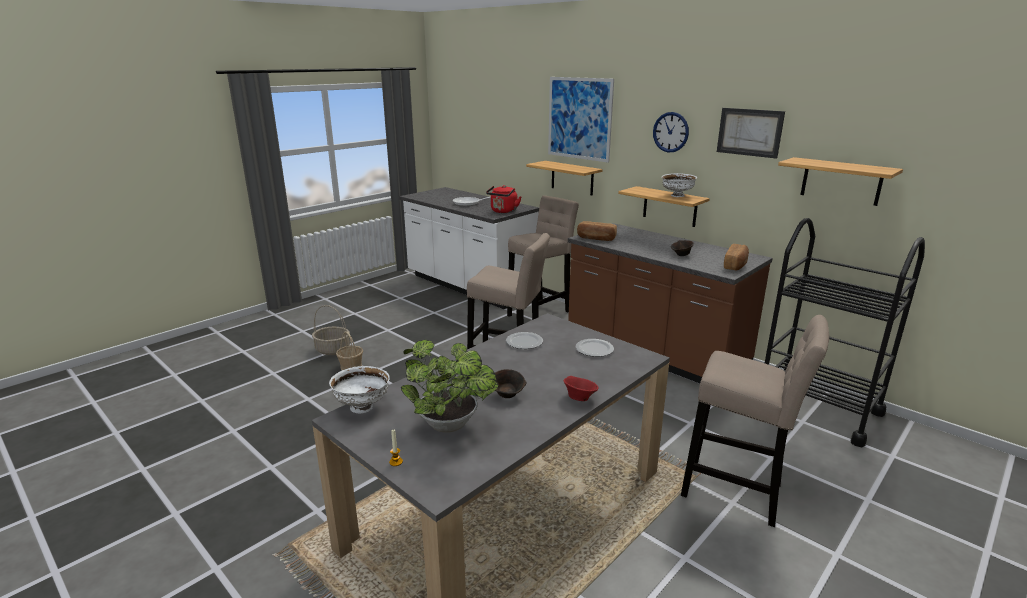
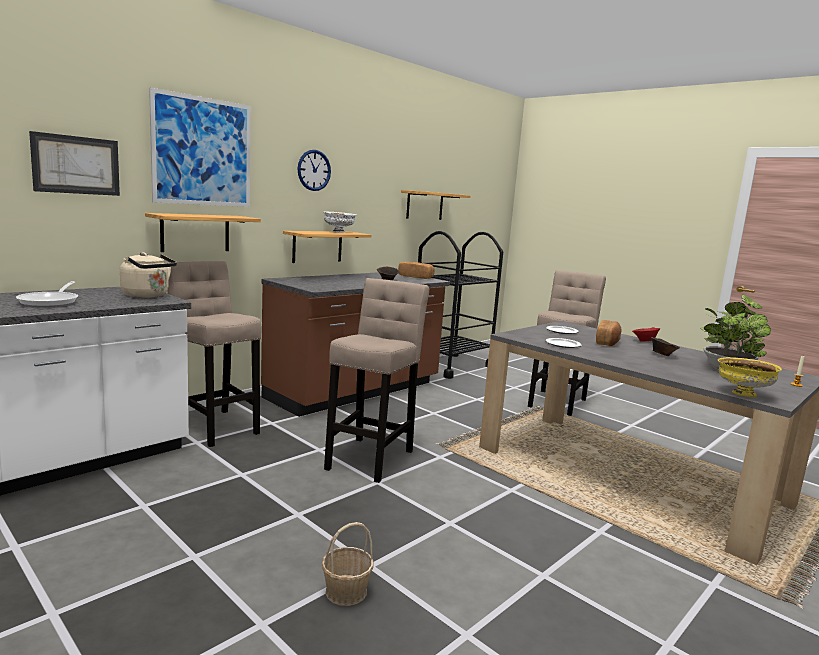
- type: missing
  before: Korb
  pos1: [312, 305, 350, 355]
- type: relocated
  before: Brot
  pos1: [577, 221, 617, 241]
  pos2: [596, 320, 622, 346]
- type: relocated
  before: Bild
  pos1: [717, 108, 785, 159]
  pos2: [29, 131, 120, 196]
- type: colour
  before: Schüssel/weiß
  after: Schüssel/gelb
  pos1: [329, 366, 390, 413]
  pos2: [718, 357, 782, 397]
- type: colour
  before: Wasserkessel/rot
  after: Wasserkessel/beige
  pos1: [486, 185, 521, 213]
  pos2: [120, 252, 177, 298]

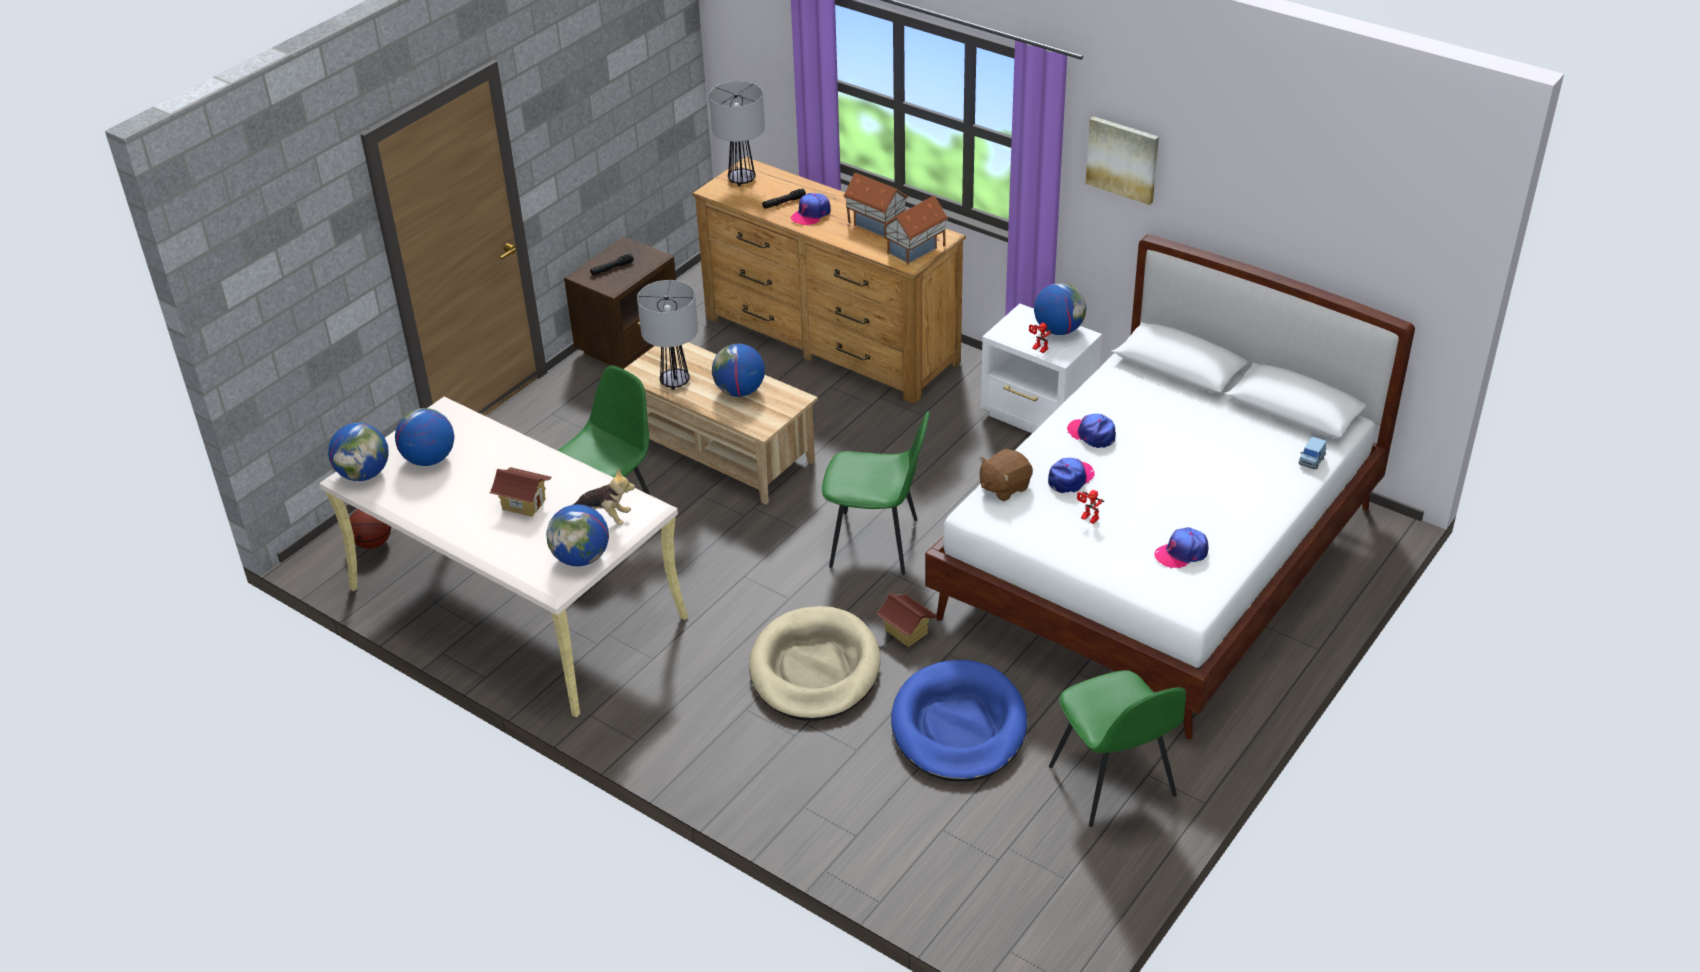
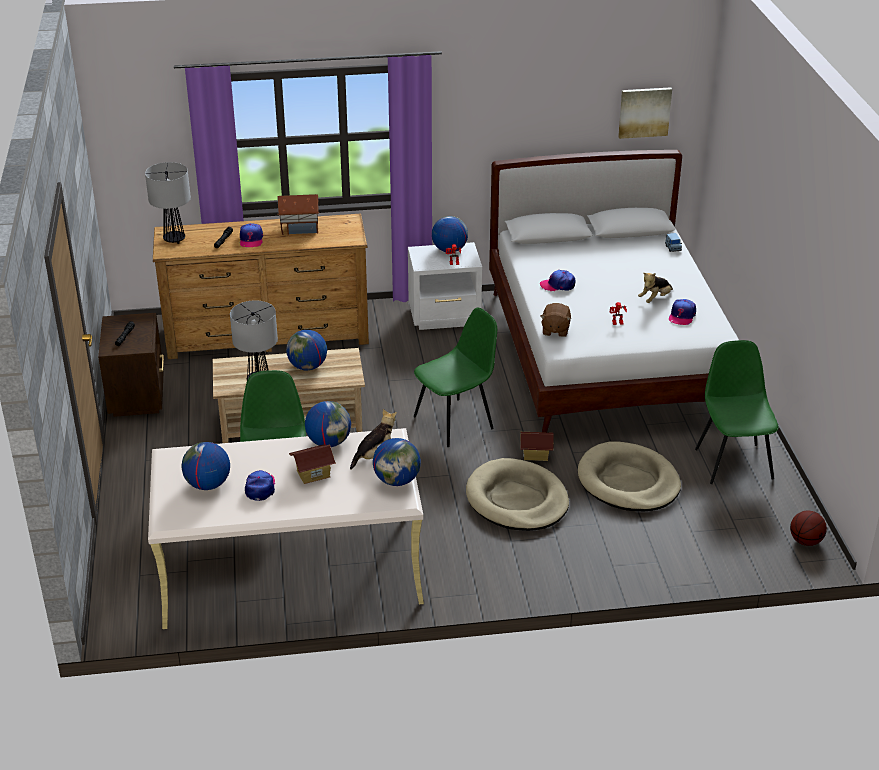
- type: missing
  before: Spielzeughaus
  pos1: [883, 196, 948, 265]
- type: appeared
  after: Plüschtier
  pos2: [638, 273, 673, 303]
- type: relocated
  before: Globus
  pos1: [328, 423, 388, 481]
  pos2: [305, 401, 351, 447]
- type: relocated
  before: Basketball
  pos1: [349, 509, 391, 549]
  pos2: [790, 511, 827, 546]
- type: relocated
  before: Kappe
  pos1: [1048, 458, 1095, 493]
  pos2: [245, 470, 275, 501]
- type: relocated
  before: Bild
  pos1: [1086, 116, 1159, 205]
  pos2: [618, 87, 672, 139]
- type: colour
  before: Hundebett/blau
  after: Hundebett/beige
  pos1: [891, 660, 1027, 782]
  pos2: [578, 441, 681, 511]
- type: spun
  before: Stuhl/grün
  pos1: [1049, 670, 1186, 827]
  pos2: [695, 340, 778, 484]
  turn: -120

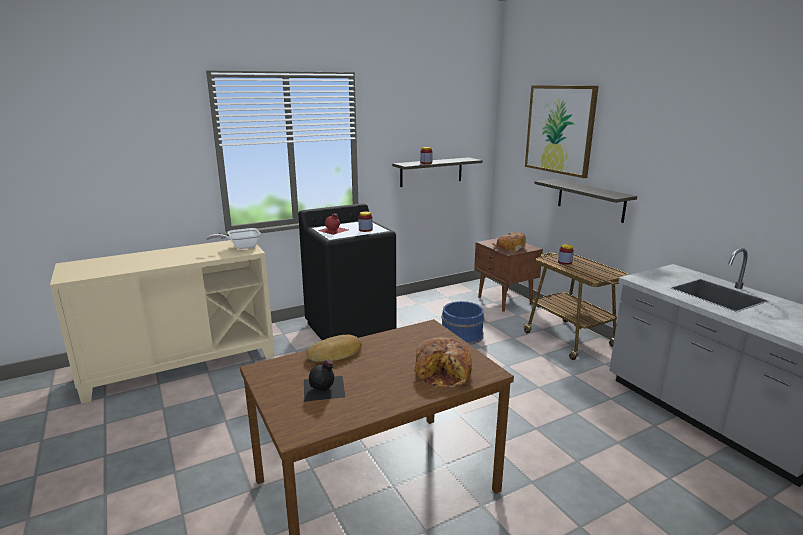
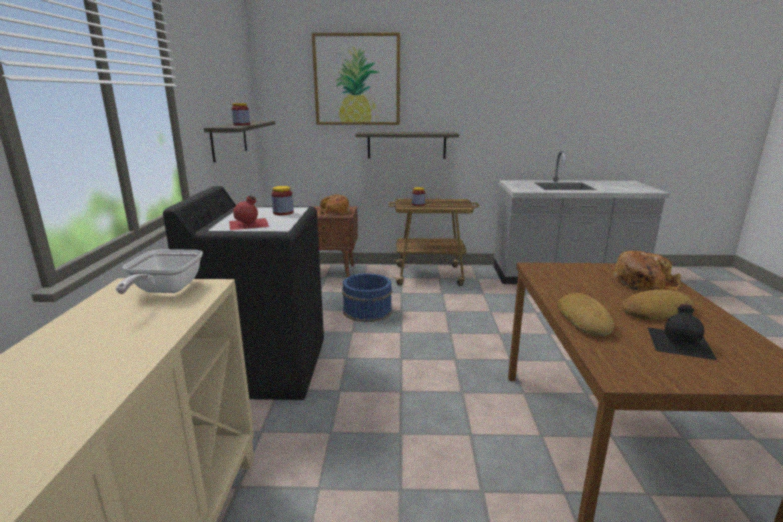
- type: appeared
  after: Brot
  pos2: [622, 290, 694, 320]

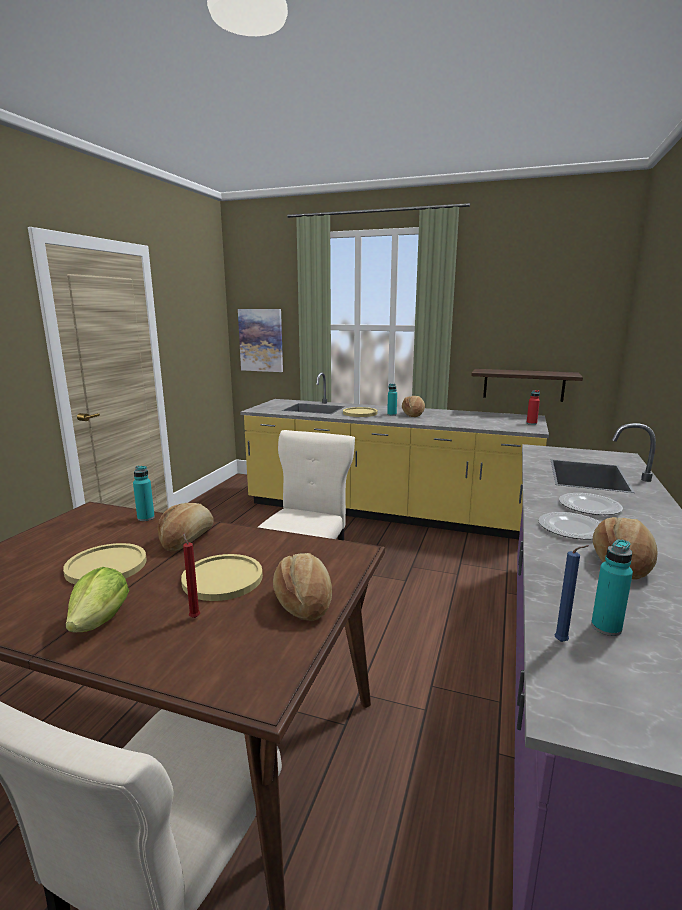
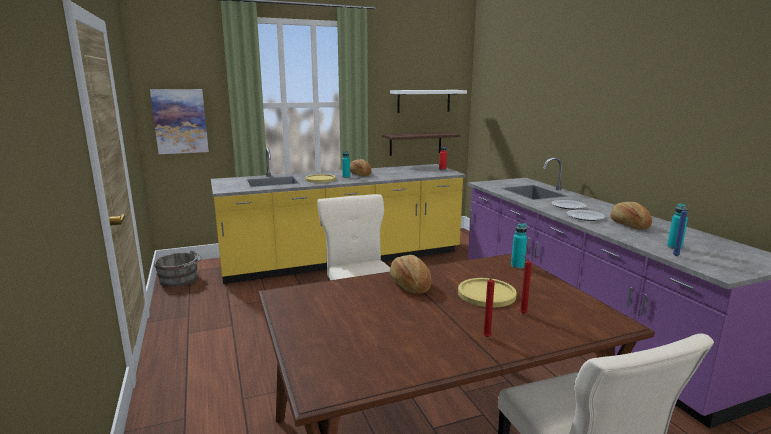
- type: missing
  before: Teller/gelb
  pos1: [63, 543, 147, 585]
- type: missing
  before: Brot
  pos1: [273, 553, 332, 621]
- type: appeared
  after: Eimer/grau
  pos2: [154, 250, 202, 287]
- type: appeared
  after: Wandregal/weiß
  pos2: [390, 90, 467, 113]
- type: relocated
  before: Flasche/türkis
  pos1: [133, 466, 155, 521]
  pos2: [511, 223, 527, 269]
- type: exchanged
  before: Salatkopf
  after: Kerze/rot
  pos1: [66, 567, 129, 632]
  pos2: [483, 272, 495, 337]

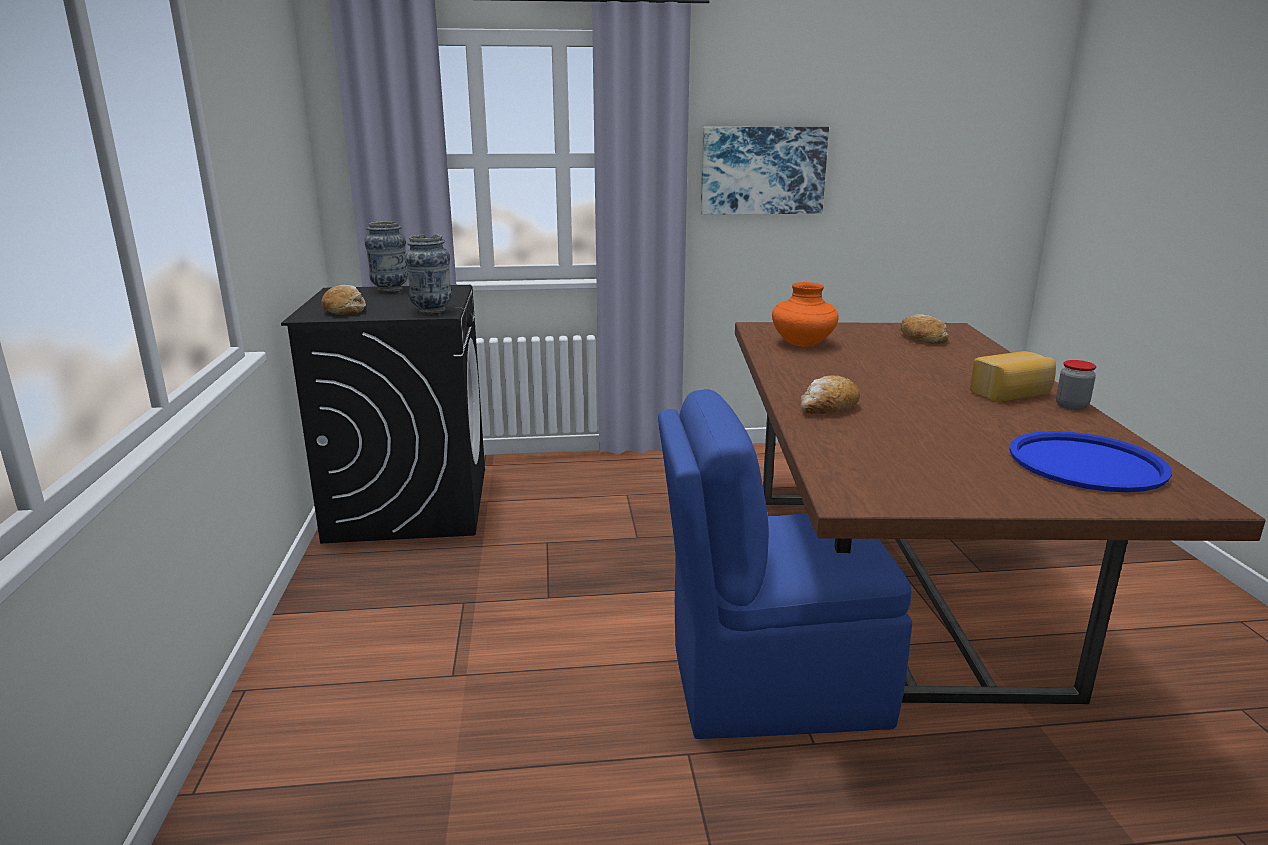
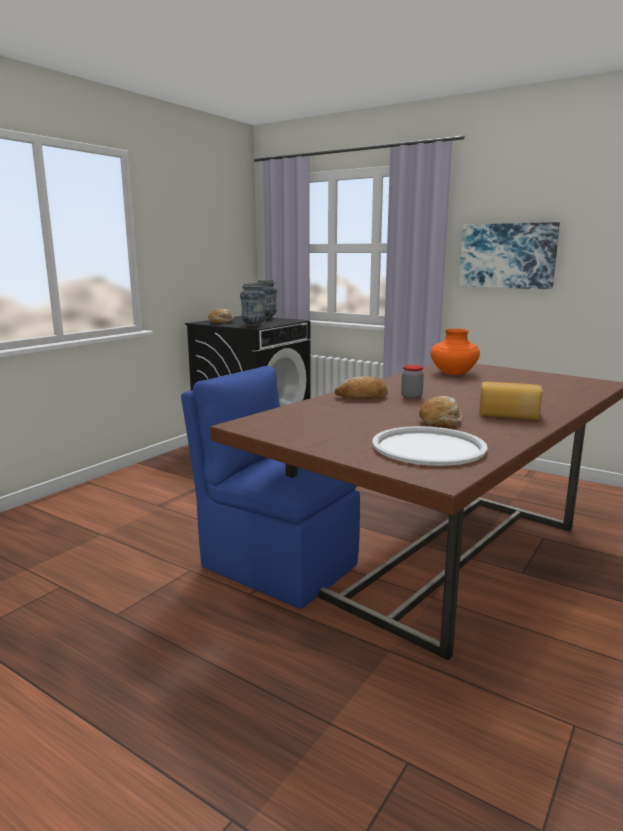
- type: relocated
  before: Brot
  pos1: [901, 314, 949, 344]
  pos2: [419, 396, 462, 428]
- type: relocated
  before: Vorratsglas
  pos1: [1056, 360, 1096, 410]
  pos2: [401, 365, 424, 399]
- type: colour
  before: Tablett/blau
  after: Tablett/weiß
  pos1: [1009, 431, 1172, 492]
  pos2: [372, 426, 488, 466]

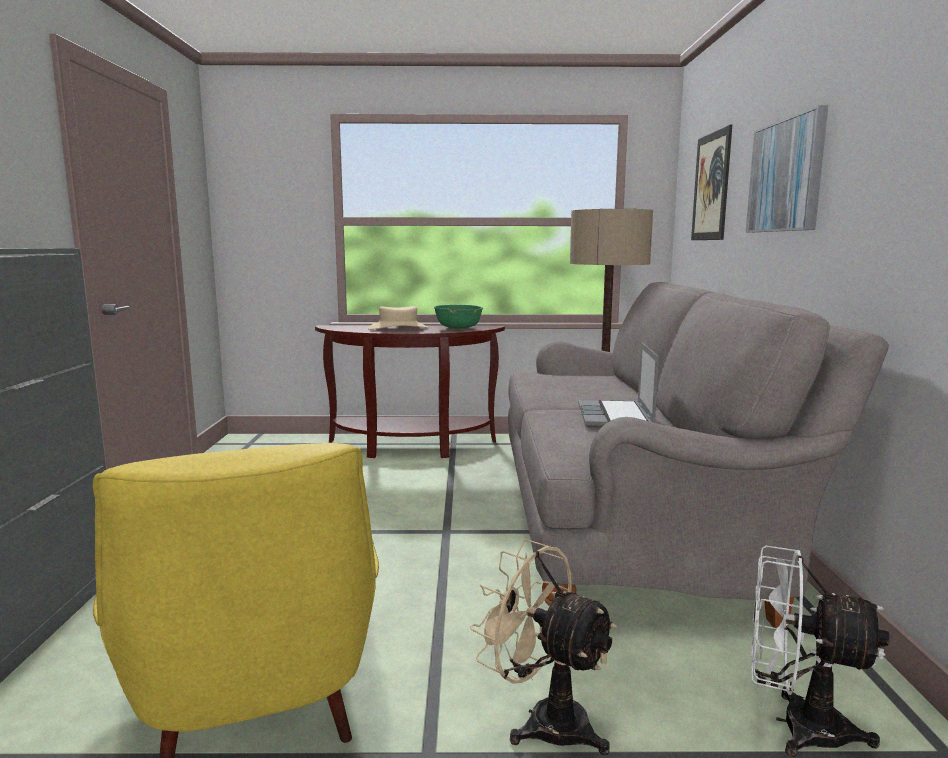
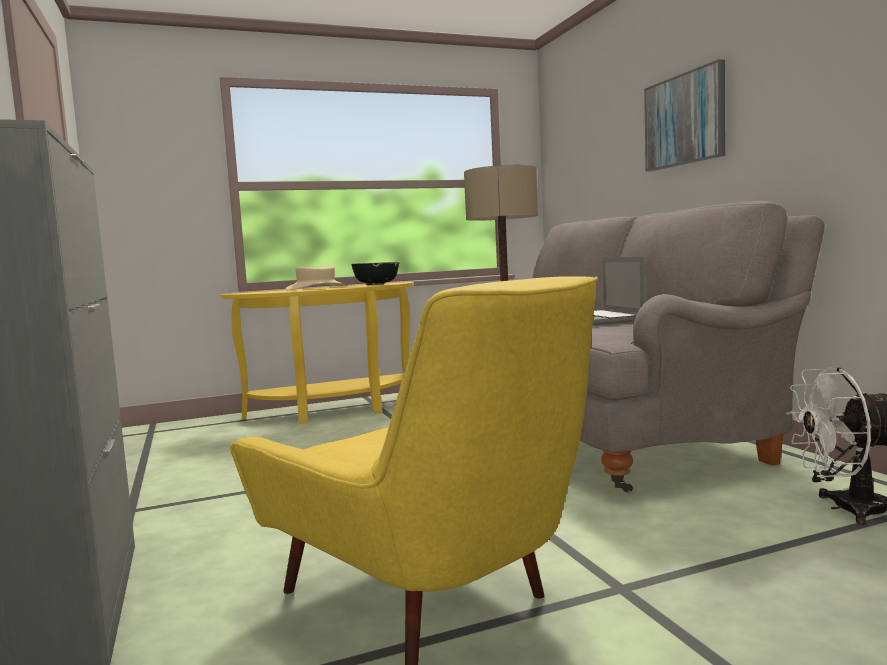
- type: missing
  before: Ventilator/beige
  pos1: [470, 539, 617, 756]
- type: missing
  before: Bild
  pos1: [691, 125, 732, 240]
- type: colour
  before: Konsolentisch/braun
  after: Konsolentisch/gelb
  pos1: [315, 325, 505, 458]
  pos2: [221, 282, 414, 424]
- type: colour
  before: Schüssel/grün
  after: Schüssel/schwarz
  pos1: [434, 305, 483, 330]
  pos2: [351, 262, 399, 285]

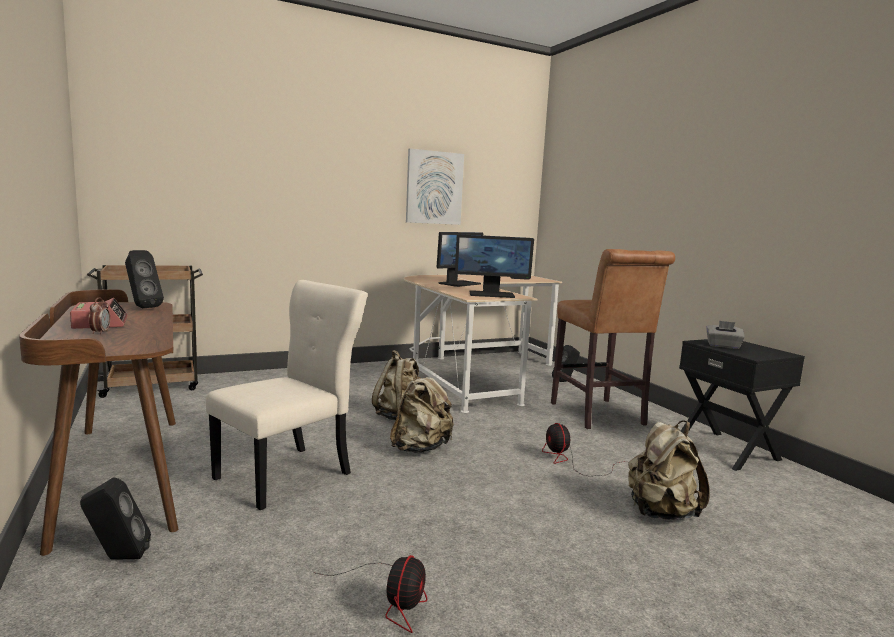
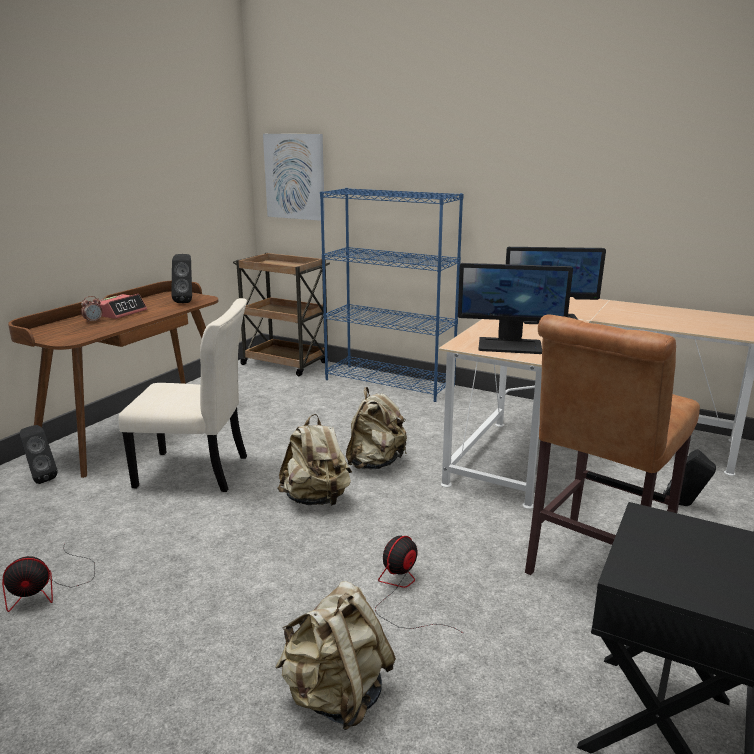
- type: missing
  before: Taschentuchbox/grau
  pos1: [706, 320, 745, 349]
- type: appeared
  after: Bücherregal/blau
  pos2: [320, 188, 463, 402]
- type: relocated
  before: Bild
  pos1: [406, 148, 464, 225]
  pos2: [263, 134, 325, 221]
- type: spun
  before: Monitor
  pos1: [455, 234, 534, 298]
  pos2: [458, 263, 573, 354]
  turn: -45

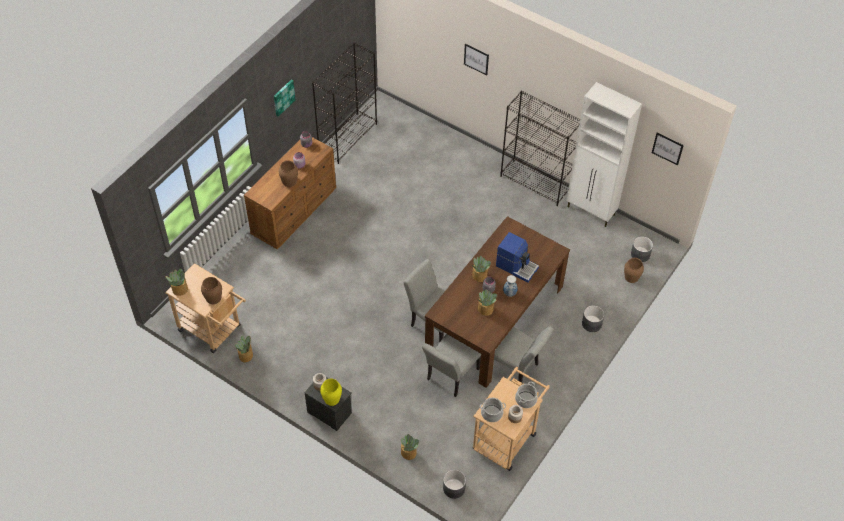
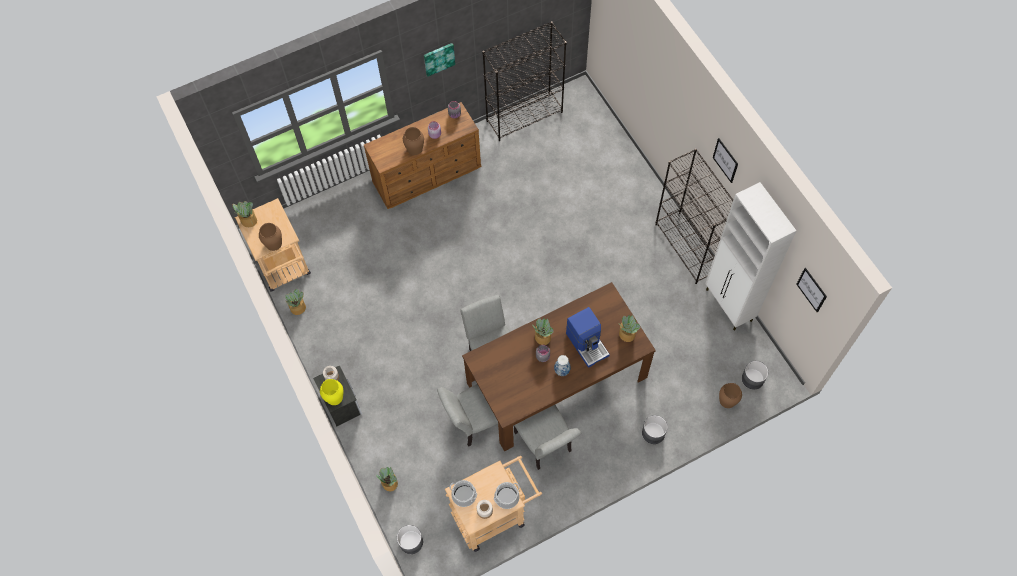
- type: relocated
  before: Bild
  pos1: [464, 44, 489, 76]
  pos2: [713, 138, 738, 183]
- type: relocated
  before: Topfpflanze
  pos1: [478, 289, 497, 316]
  pos2: [619, 315, 641, 342]

